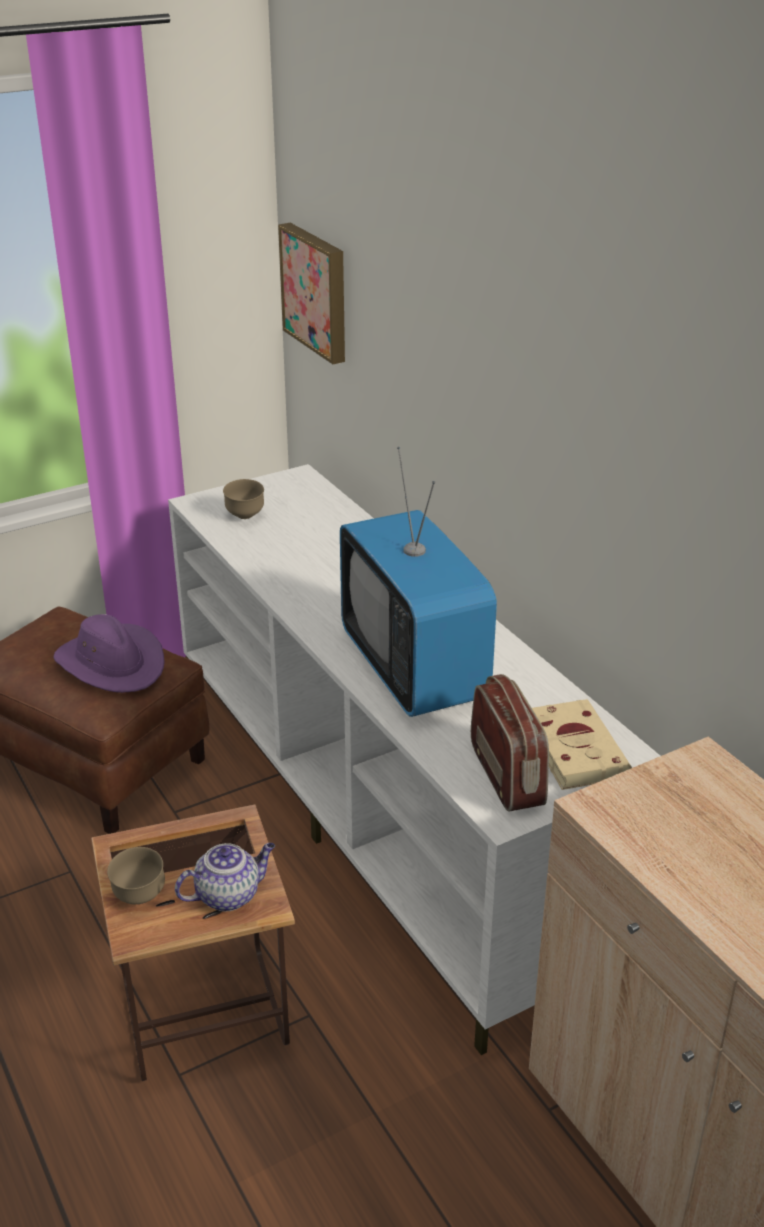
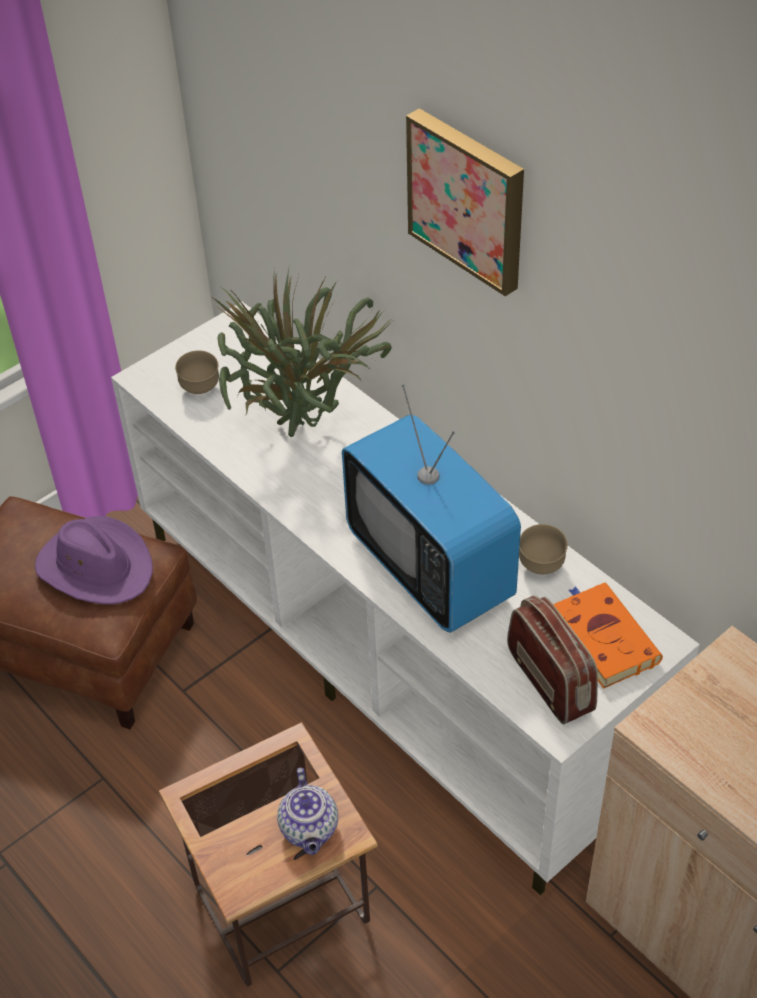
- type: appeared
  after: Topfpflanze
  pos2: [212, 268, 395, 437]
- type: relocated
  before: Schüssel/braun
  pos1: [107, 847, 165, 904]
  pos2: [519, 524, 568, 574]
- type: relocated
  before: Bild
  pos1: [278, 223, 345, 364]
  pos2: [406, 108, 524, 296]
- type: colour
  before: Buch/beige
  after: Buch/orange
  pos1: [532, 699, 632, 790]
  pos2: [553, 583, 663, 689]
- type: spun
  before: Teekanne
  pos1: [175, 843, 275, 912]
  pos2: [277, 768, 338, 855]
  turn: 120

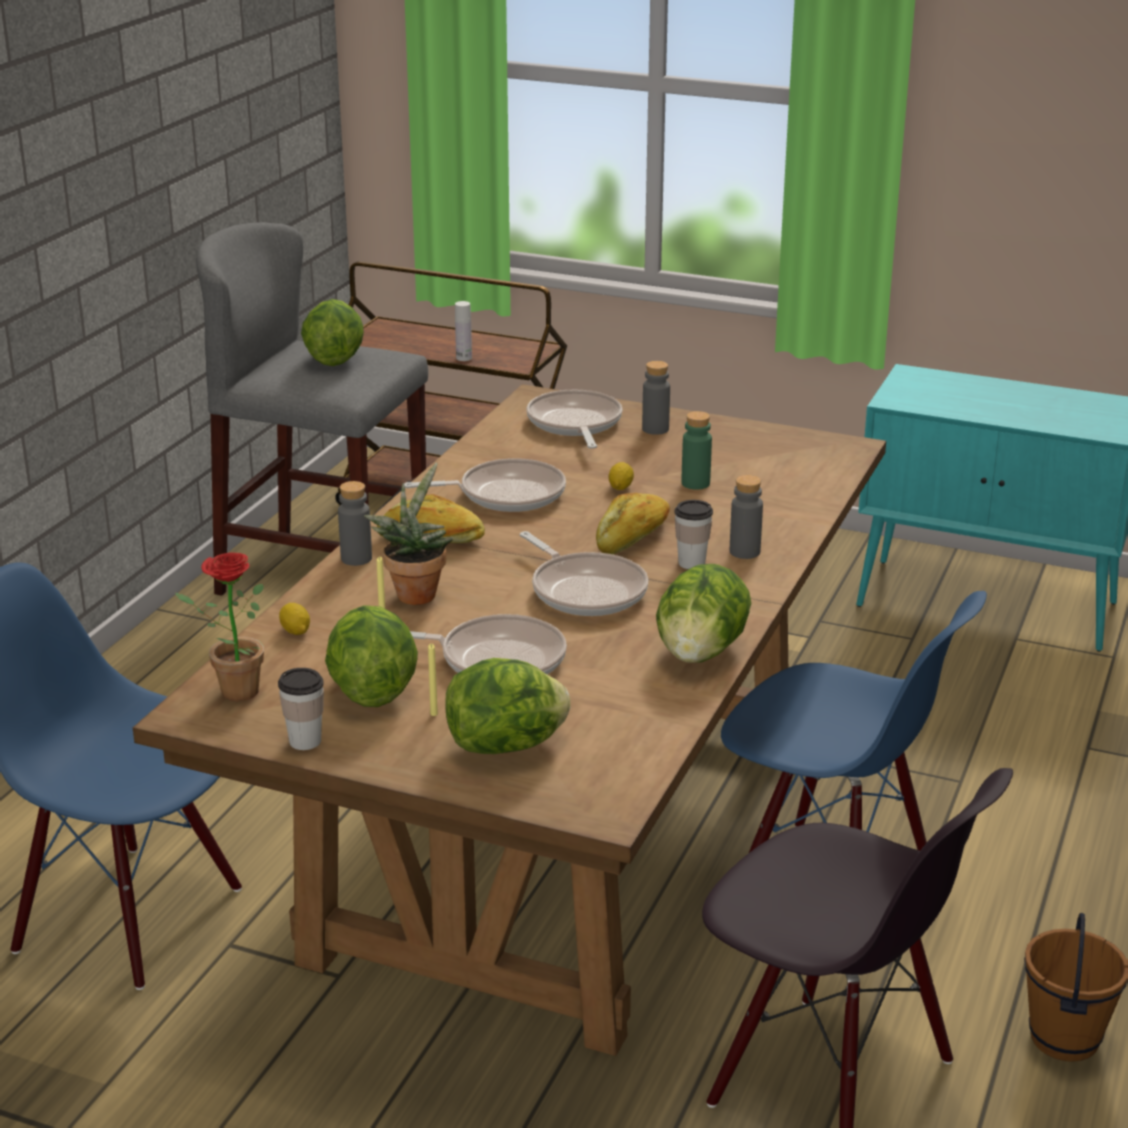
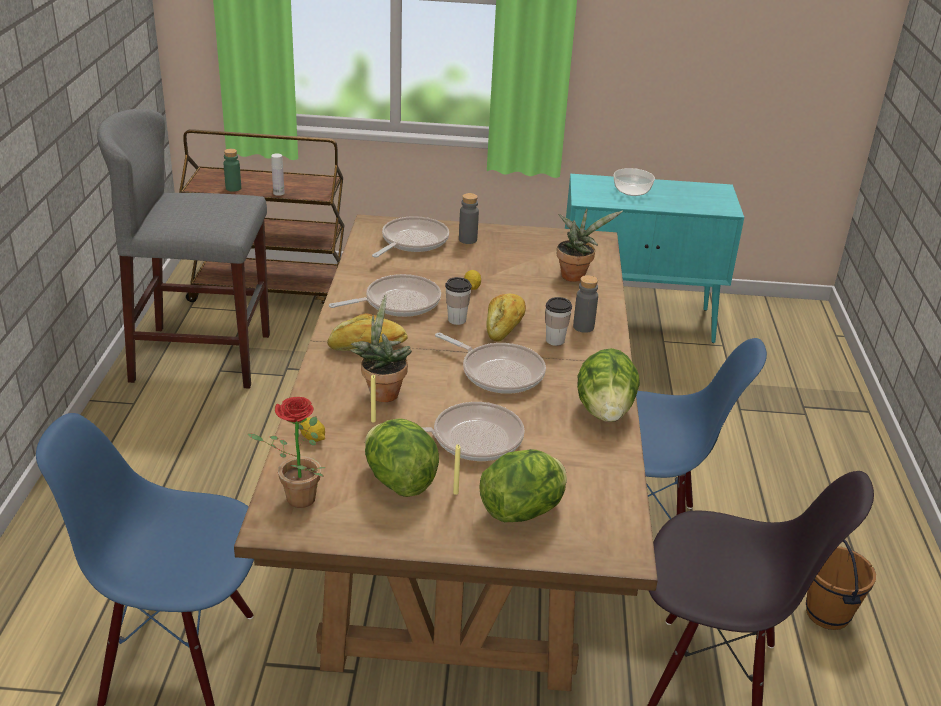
- type: missing
  before: Salatkopf
  pos1: [301, 299, 364, 366]
- type: missing
  before: Flasche/grau
  pos1: [338, 481, 372, 566]
- type: appeared
  after: Topfpflanze
  pos2: [557, 208, 623, 282]
- type: appeared
  after: Schüssel
  pos2: [614, 168, 655, 196]
- type: relocated
  before: Tasse
  pos1: [278, 668, 324, 750]
  pos2: [445, 277, 472, 325]
- type: relocated
  before: Flasche/grün
  pos1: [681, 411, 712, 490]
  pos2: [223, 149, 241, 192]
- type: spun
  before: Pfanne
  pos1: [526, 390, 622, 449]
  pos2: [372, 216, 449, 258]
  turn: 60

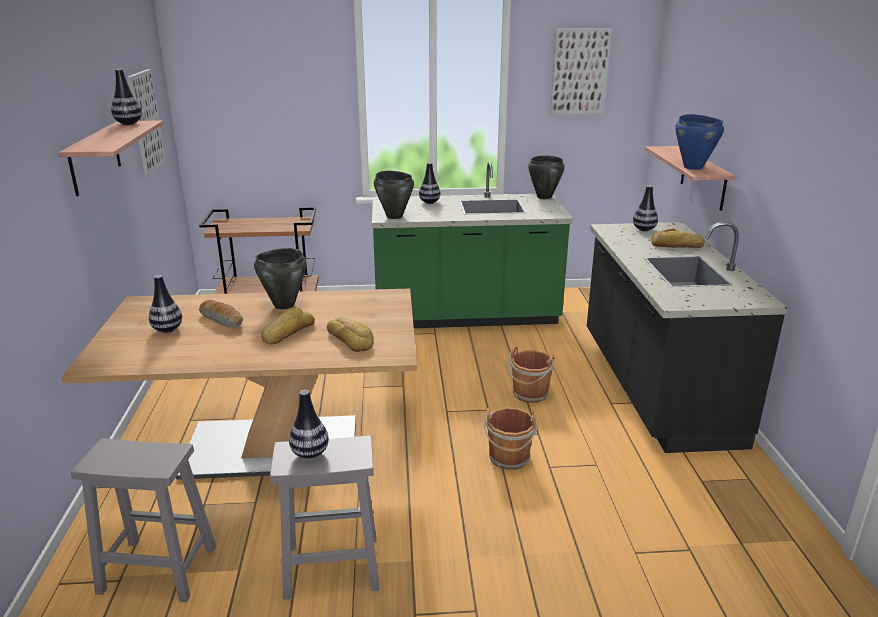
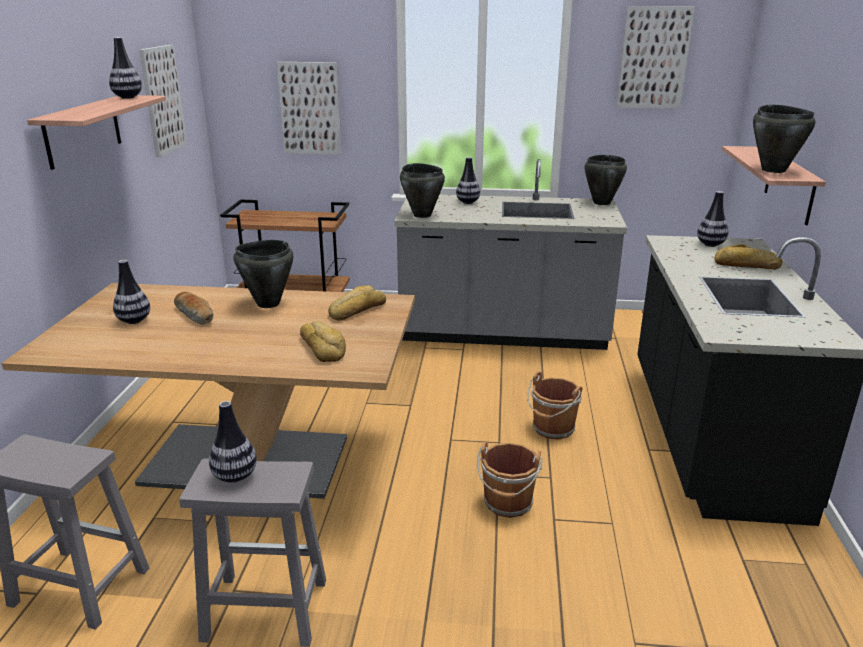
- type: appeared
  after: Bild
  pos2: [277, 62, 342, 155]
- type: relocated
  before: Brot
  pos1: [261, 308, 315, 345]
  pos2: [328, 285, 386, 321]
- type: colour
  before: Küchenzeile/grün
  after: Küchenzeile/grau
  pos1: [372, 162, 573, 328]
  pos2: [394, 159, 627, 350]
- type: colour
  before: Kochtopf/blau
  after: Kochtopf/schwarz
  pos1: [675, 114, 724, 170]
  pos2: [753, 104, 816, 173]

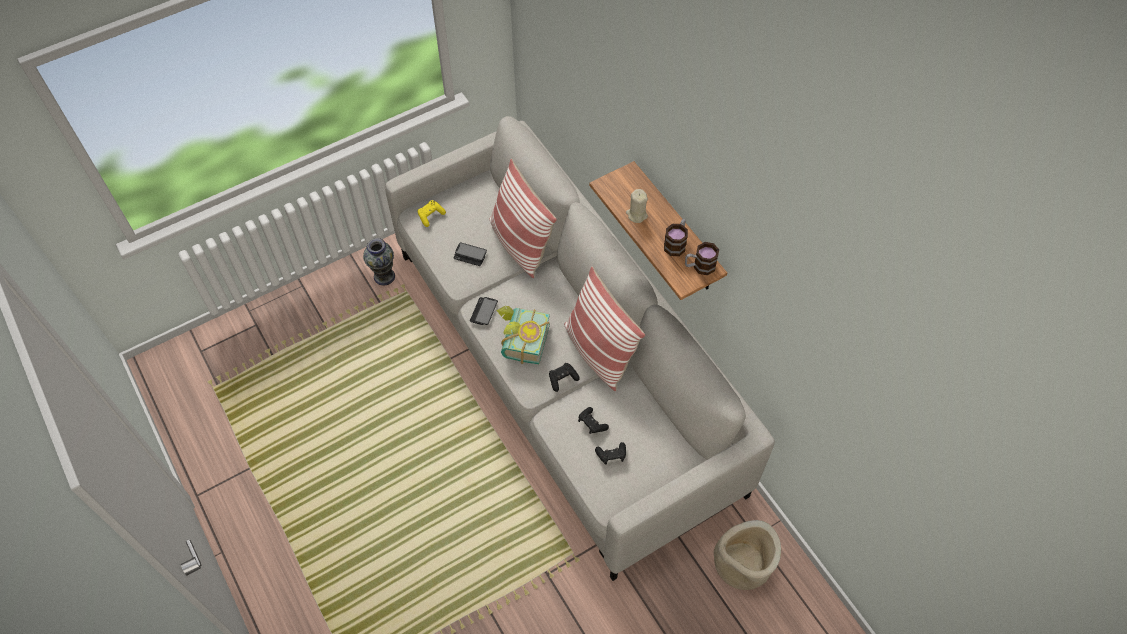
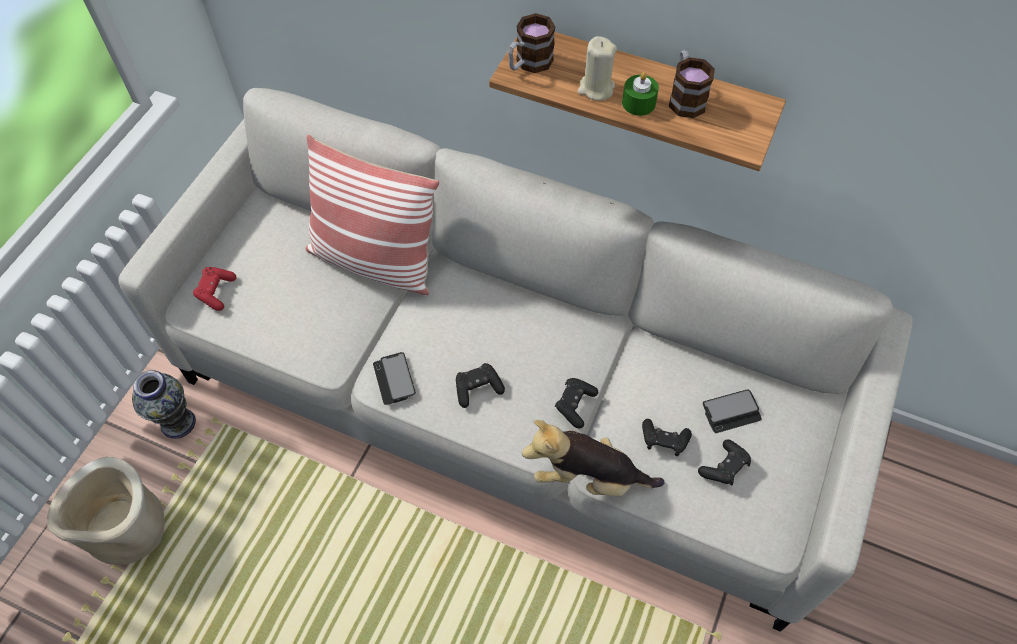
- type: missing
  before: Kissen
  pos1: [564, 266, 645, 391]
- type: appeared
  after: Plüschtier
  pos2: [522, 420, 664, 496]
- type: appeared
  after: Kerze/grün
  pos2: [622, 72, 659, 116]
- type: relocated
  before: Handy
  pos1: [454, 242, 487, 266]
  pos2: [703, 389, 761, 433]
- type: relocated
  before: Henkelbecher
  pos1: [685, 242, 719, 275]
  pos2: [508, 13, 556, 73]
- type: relocated
  before: Pflanzkübel/beige
  pos1: [714, 520, 781, 590]
  pos2: [47, 457, 165, 565]
- type: exchanged
  before: Buch
  after: Gamepad/schwarz
  pos1: [496, 306, 550, 364]
  pos2: [456, 363, 505, 408]
- type: colour
  before: Gamepad/gelb
  after: Gamepad/rot
  pos1: [418, 200, 446, 227]
  pos2: [193, 267, 236, 311]

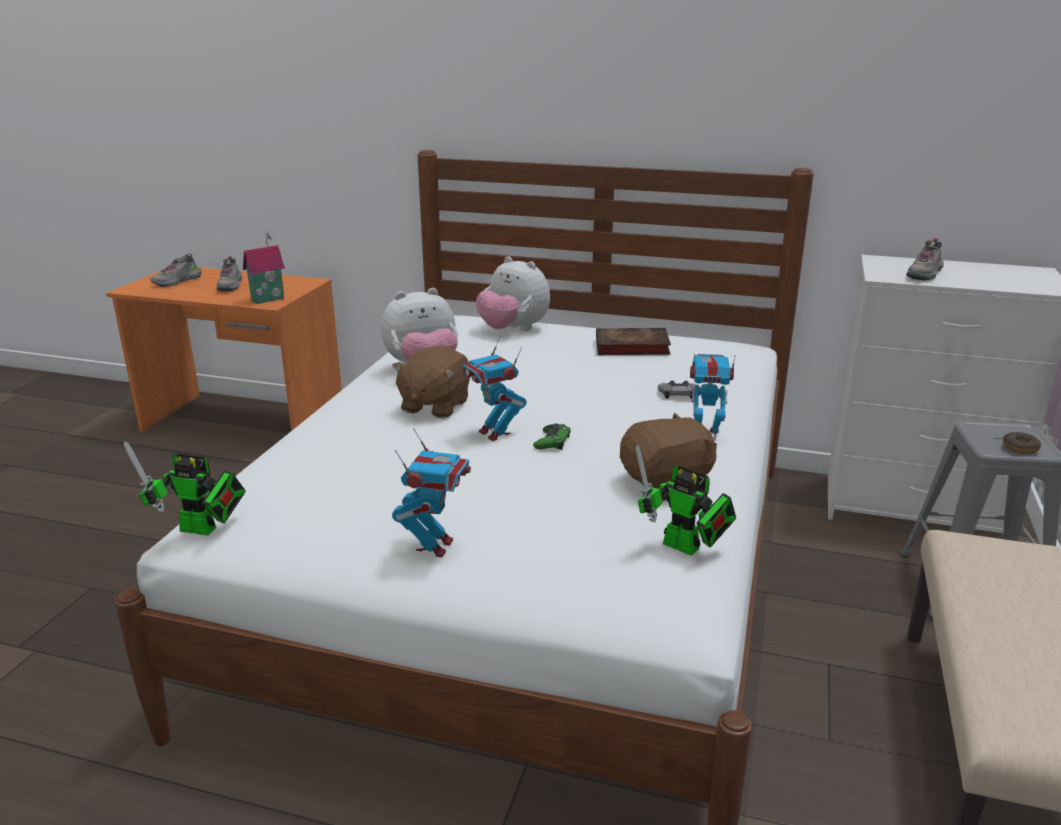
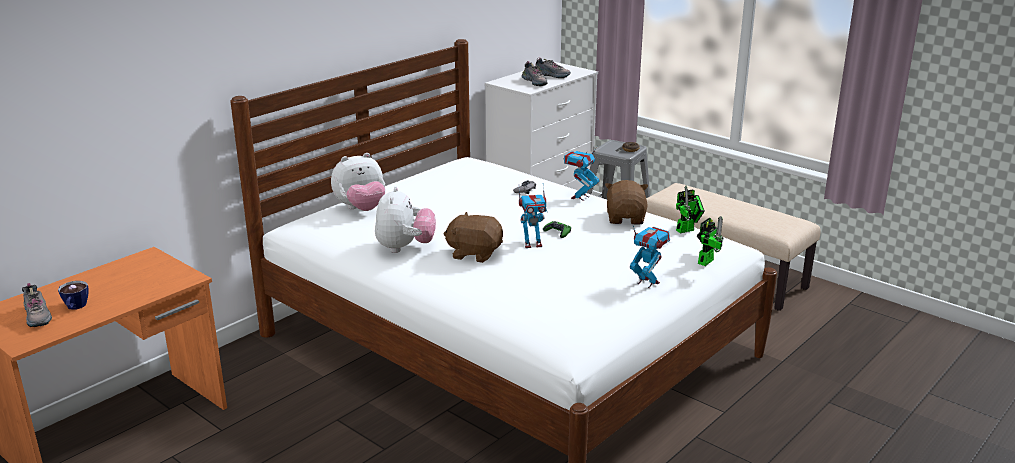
- type: missing
  before: Spielzeughaus
  pos1: [243, 230, 285, 304]
- type: missing
  before: Buch
  pos1: [596, 328, 671, 355]
- type: appeared
  after: Tasse
  pos2: [58, 281, 88, 310]
- type: relocated
  before: Spielzeugroboter
  pos1: [124, 441, 246, 536]
  pos2: [697, 216, 724, 266]
- type: relocated
  before: Schuh
  pos1: [217, 256, 242, 291]
  pos2: [535, 57, 571, 78]
- type: spun
  before: Plüschtier/braun
  pos1: [392, 346, 470, 418]
  pos2: [443, 212, 503, 263]
  turn: 150

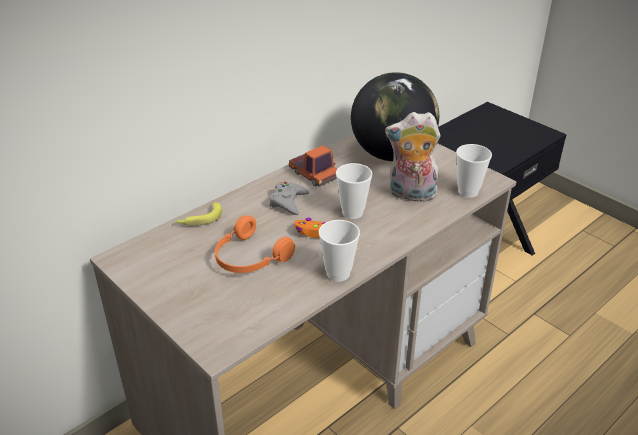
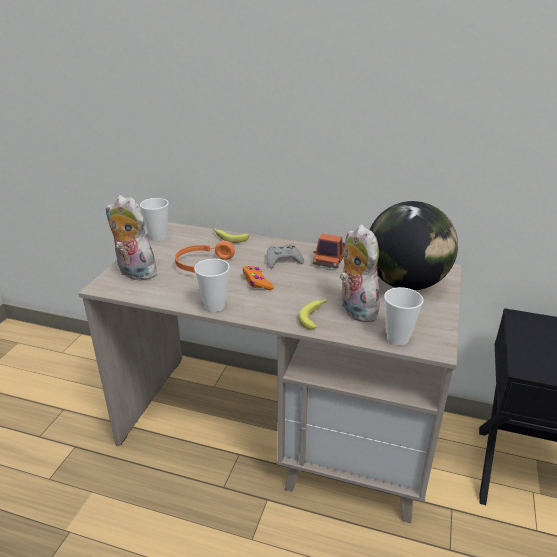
- type: appeared
  after: Plüschtier
  pos2: [105, 195, 162, 281]
- type: appeared
  after: Banane
  pos2: [298, 299, 327, 330]
- type: relocated
  before: Tasse
  pos1: [336, 163, 373, 219]
  pos2: [140, 198, 169, 241]

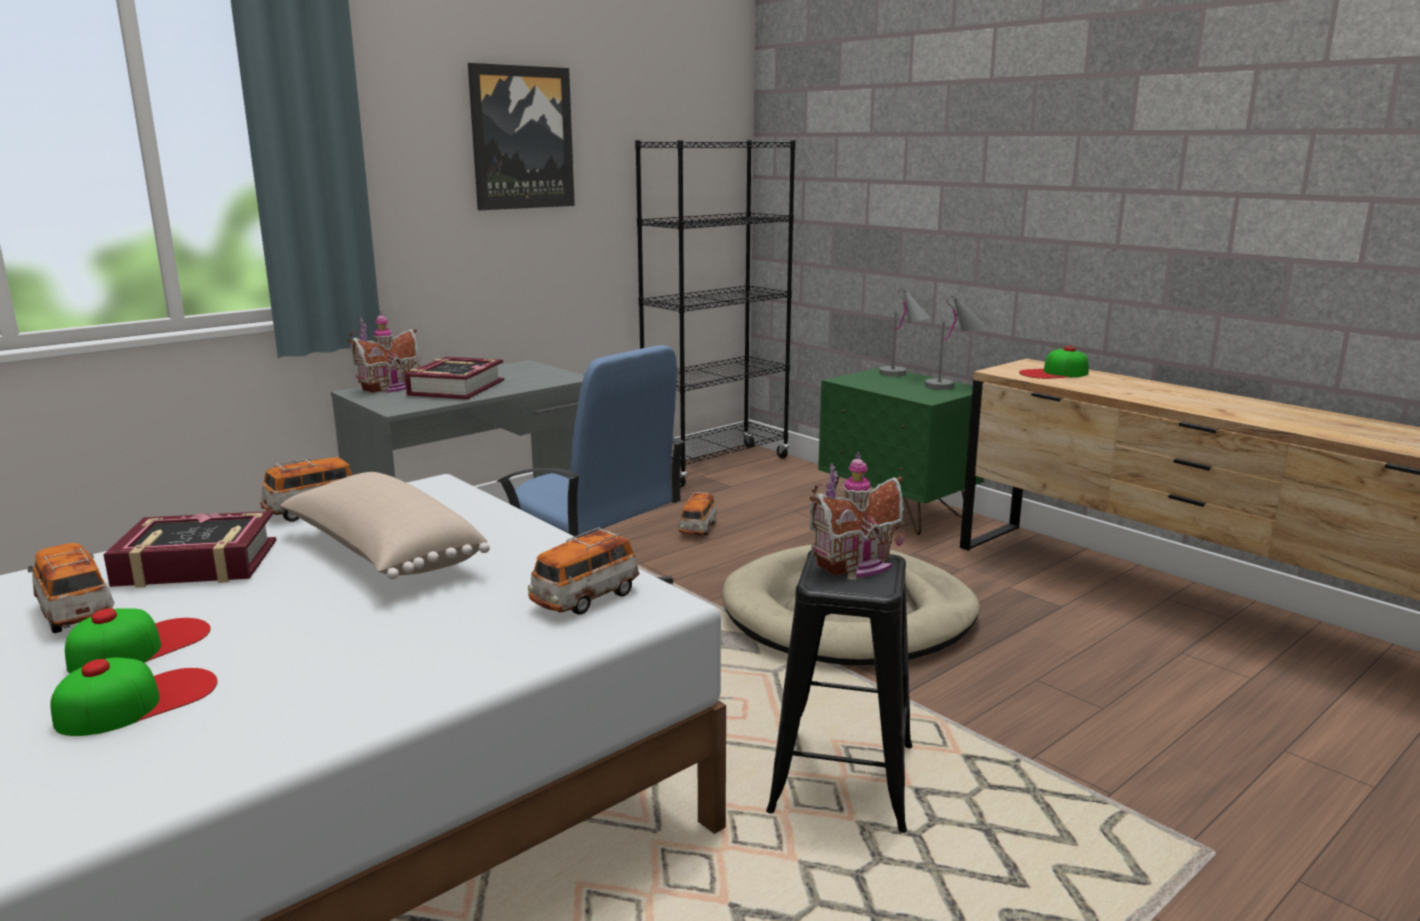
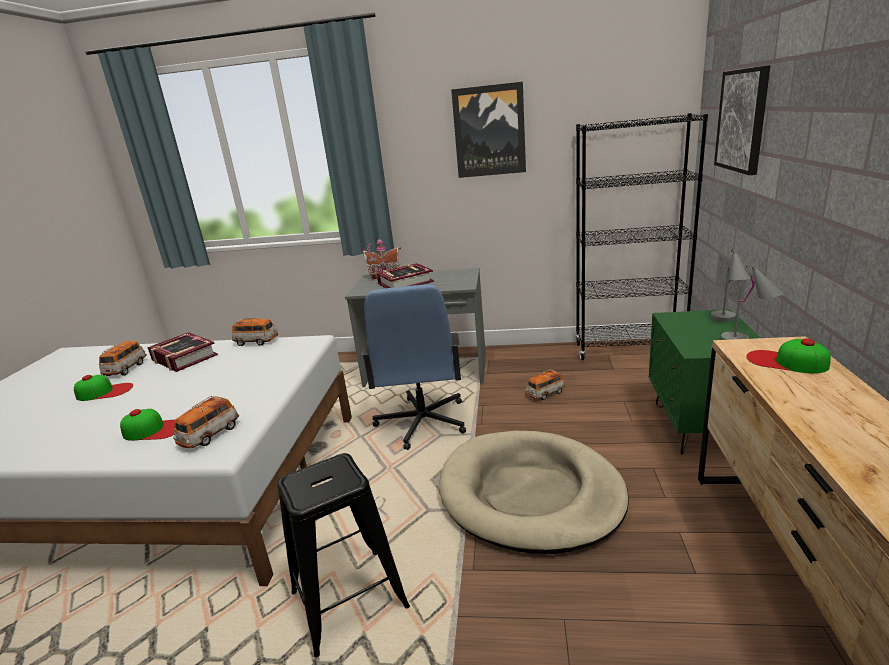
- type: missing
  before: Kissen/beige
  pos1: [280, 472, 490, 579]
- type: missing
  before: Spielzeughaus
  pos1: [810, 451, 906, 578]
- type: appeared
  after: Bild
  pos2: [714, 65, 770, 175]
- type: relocated
  before: Kappe
  pos1: [50, 658, 218, 736]
  pos2: [120, 409, 175, 441]
- type: spun
  before: Spielzeugauto
  pos1: [528, 527, 640, 615]
  pos2: [173, 396, 239, 448]
  turn: -60

